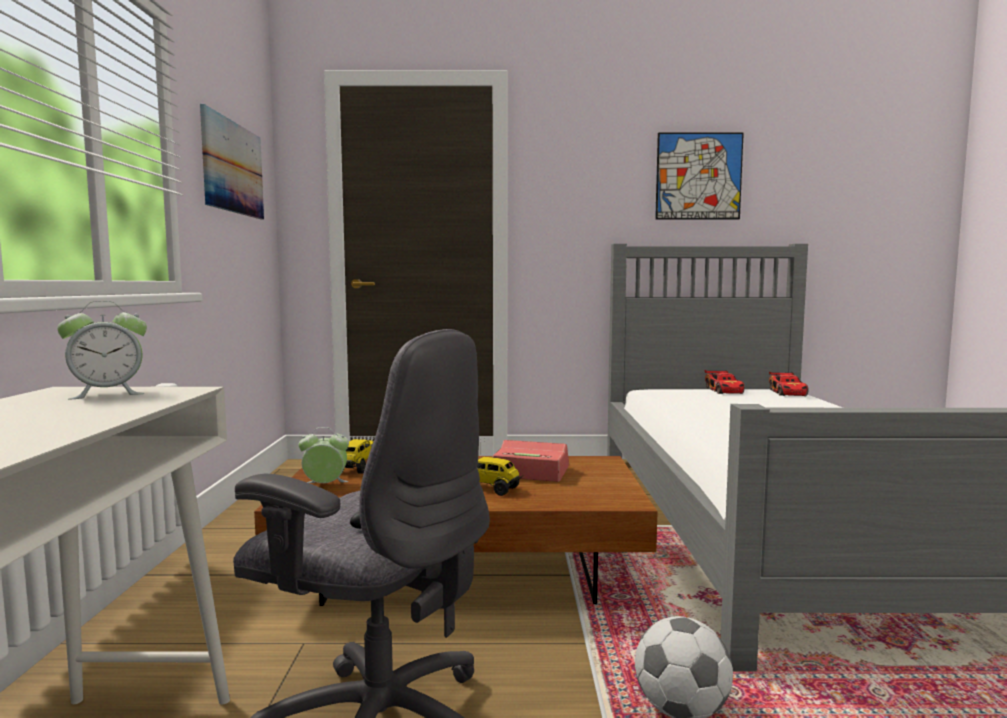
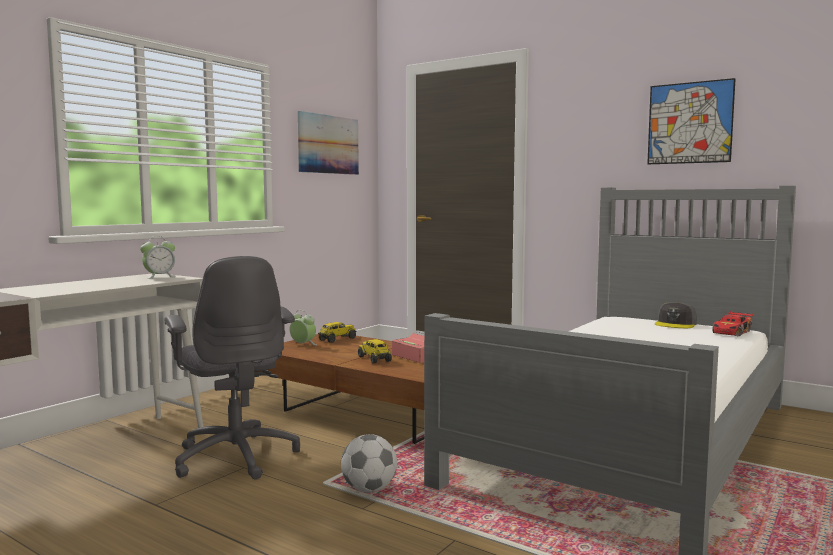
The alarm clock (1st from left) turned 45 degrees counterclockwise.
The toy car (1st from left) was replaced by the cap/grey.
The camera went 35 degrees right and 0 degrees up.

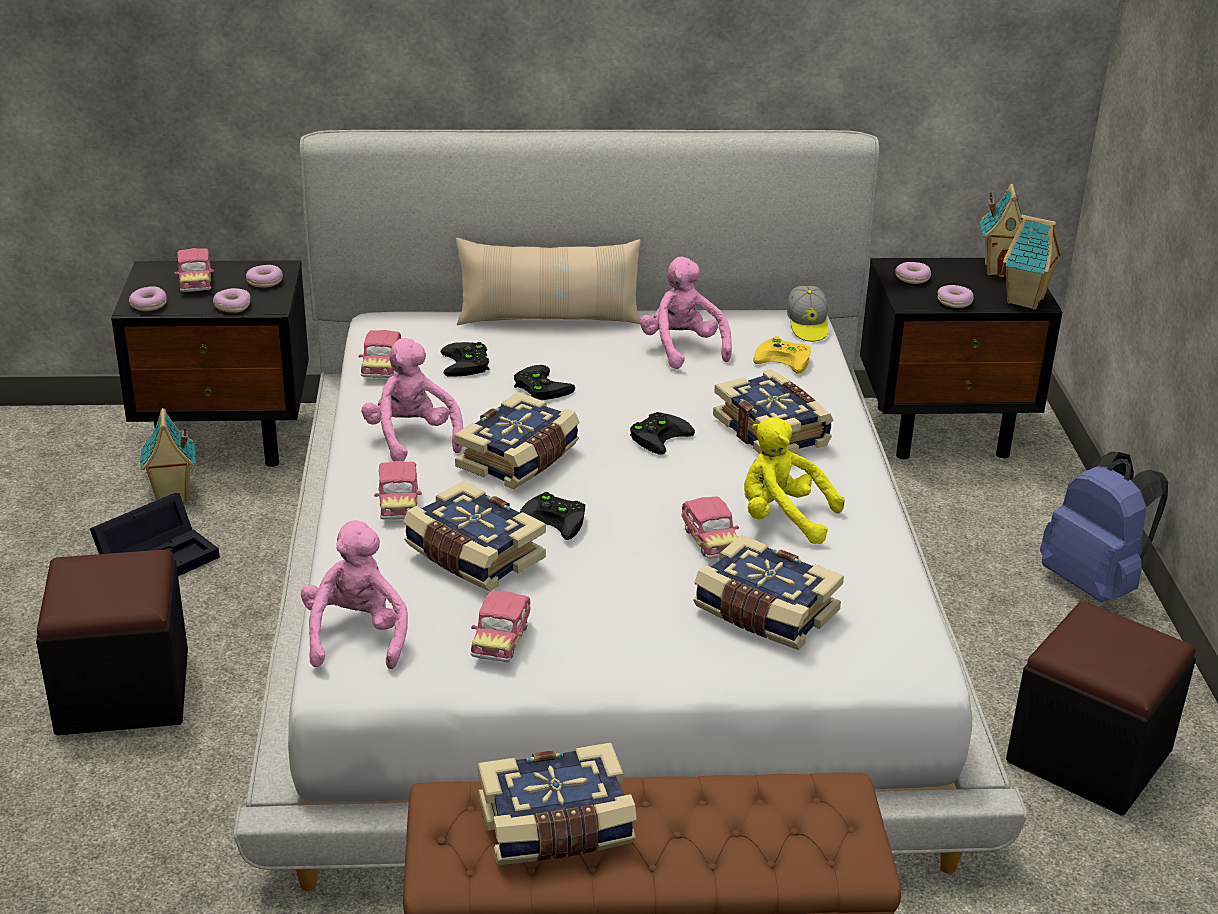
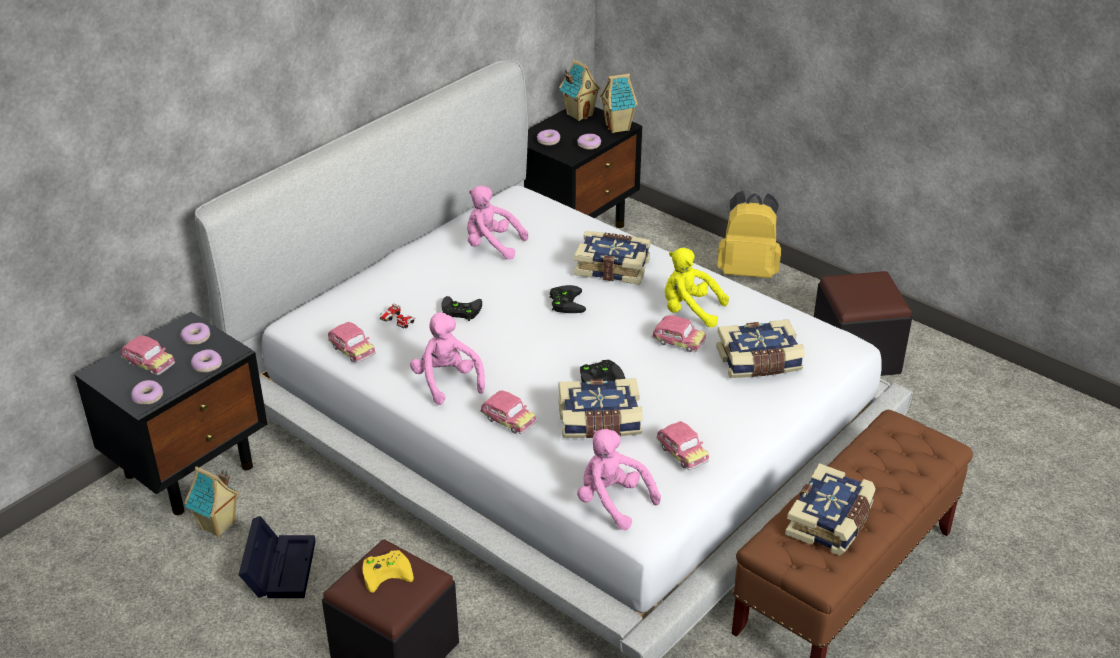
The plush toy/pink (2nd from left in the first image) turned 45 degrees clockwise.
The game controller/black (1st from left) was replaced by the toy car (3rd from left).
The book (2nd from left) disappeared.
The pillow/beige disappeared.
The plush toy/yellow turned 45 degrees clockwise.
The game controller/yellow moved.
The cap disappeared.
The backpack/blue became the backpack/yellow.
The camera went 45 degrees left and 5 degrees up.

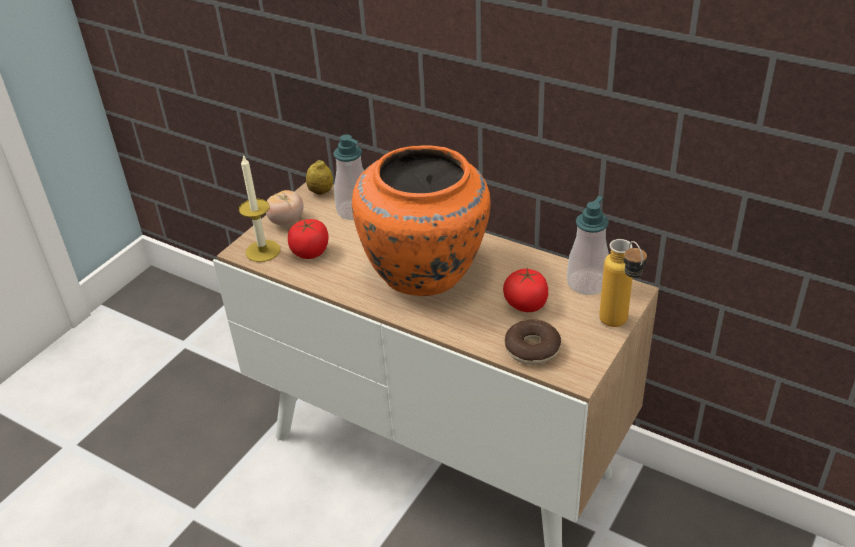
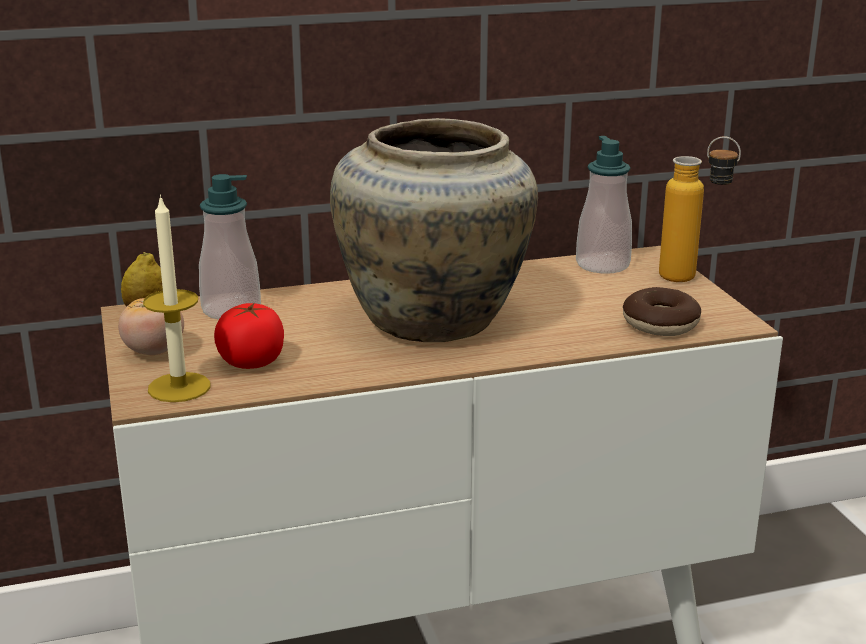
The vase/orange became the vase/beige.
The tomato (3rd from left) disappeared.
The camera went 50 degrees left and 15 degrees down.

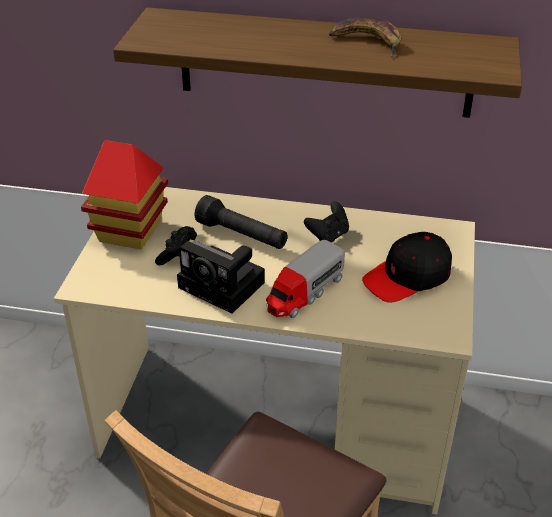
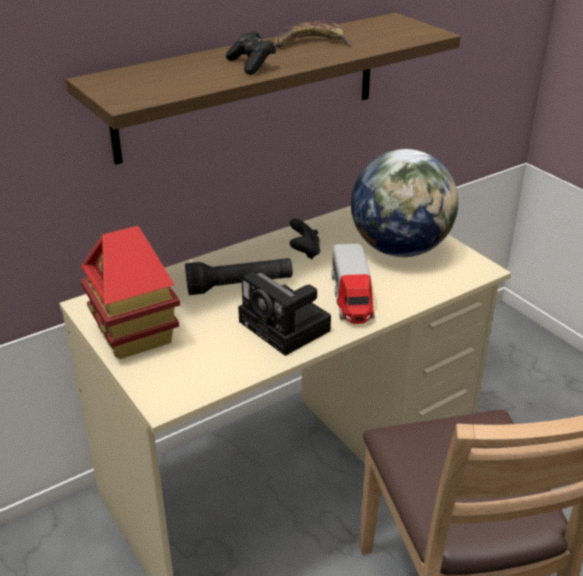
The game controller/black (1st from left) moved.
The photo camera turned 60 degrees clockwise.
The cap/black was replaced by the globe.
The camera went 45 degrees left and 5 degrees down.

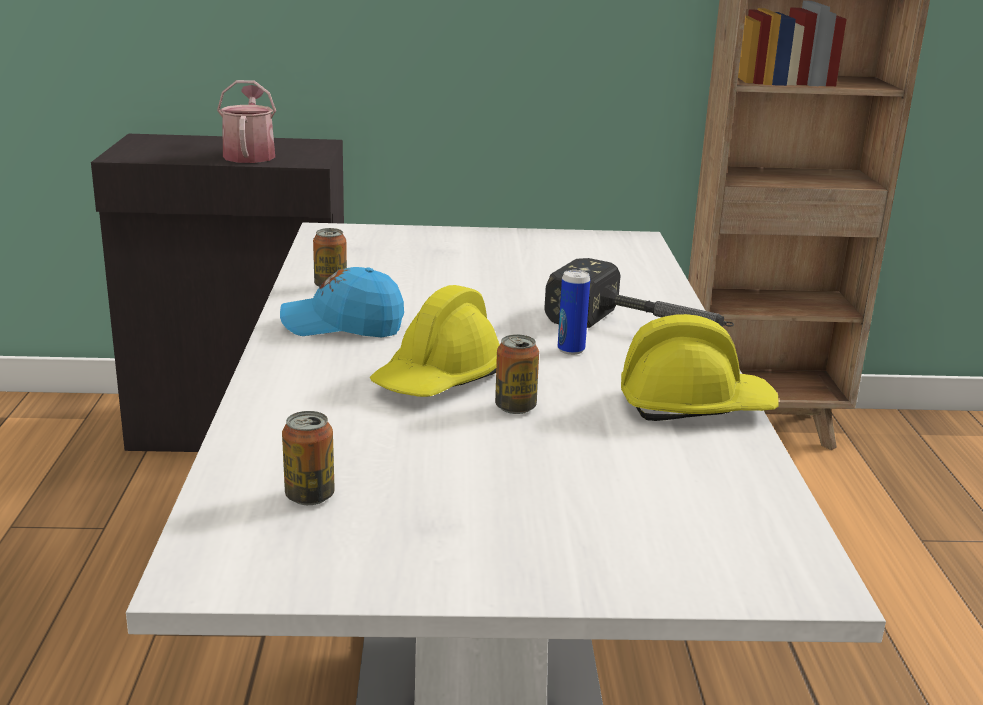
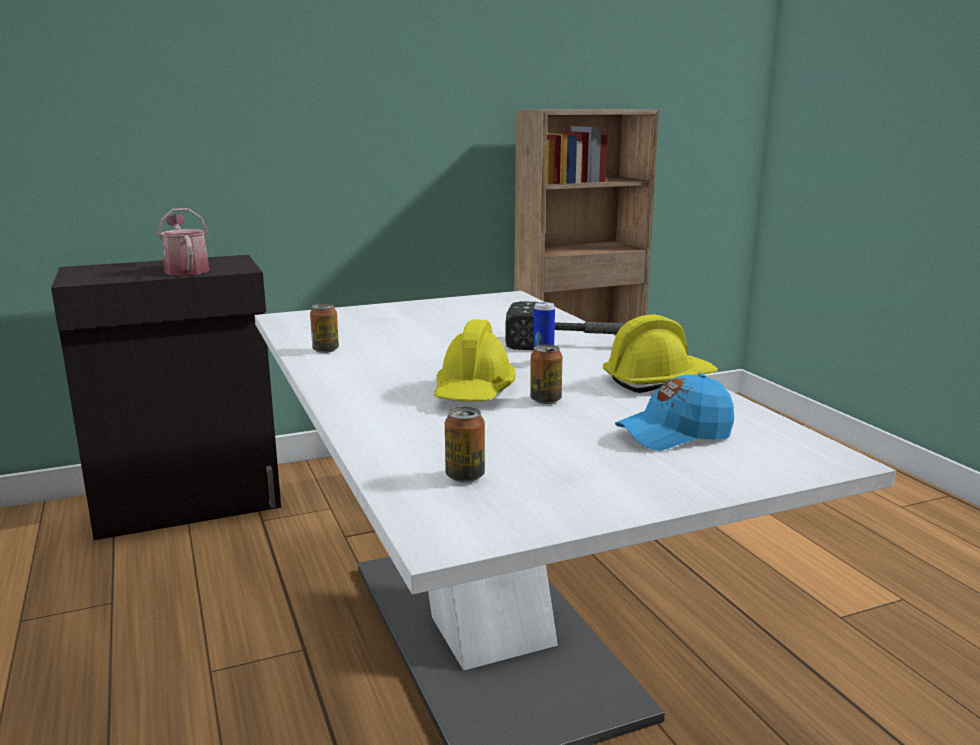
The cap/blue moved.
The camera went 20 degrees left and 5 degrees down.

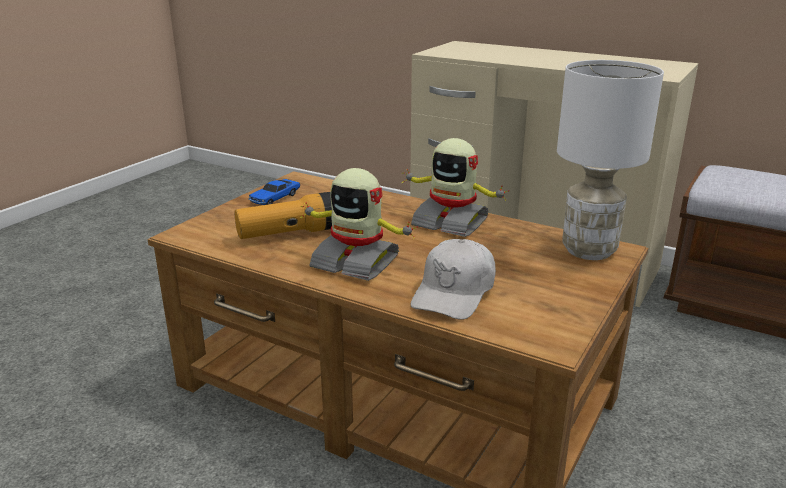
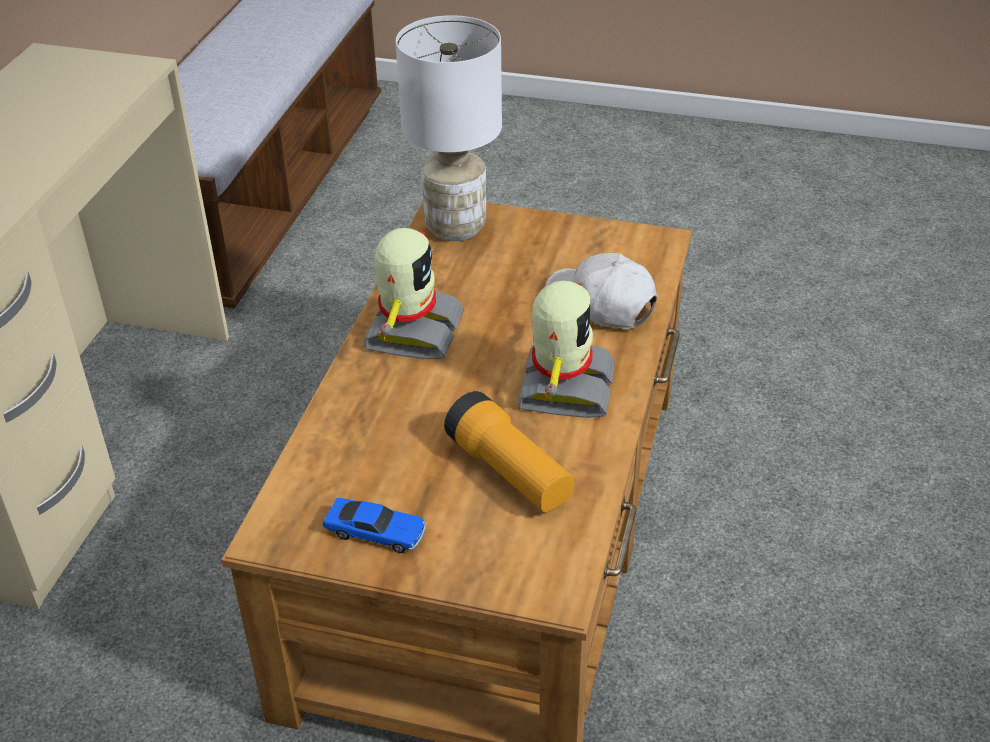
The cap/white turned 150 degrees counterclockwise.
The camera went 105 degrees left and 15 degrees up.

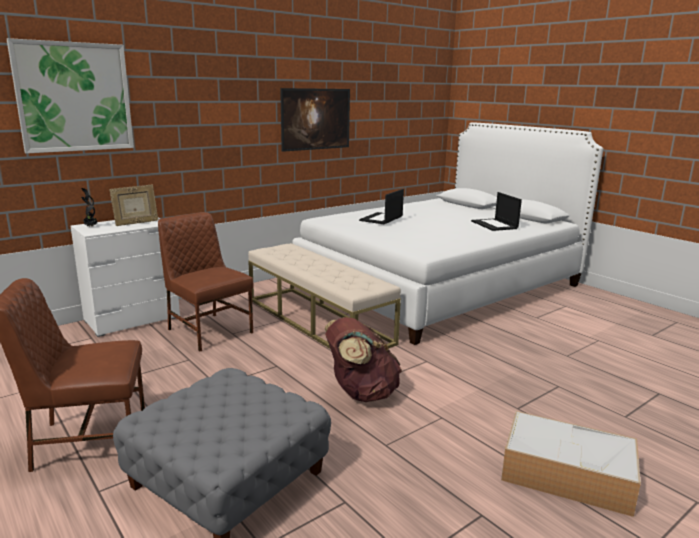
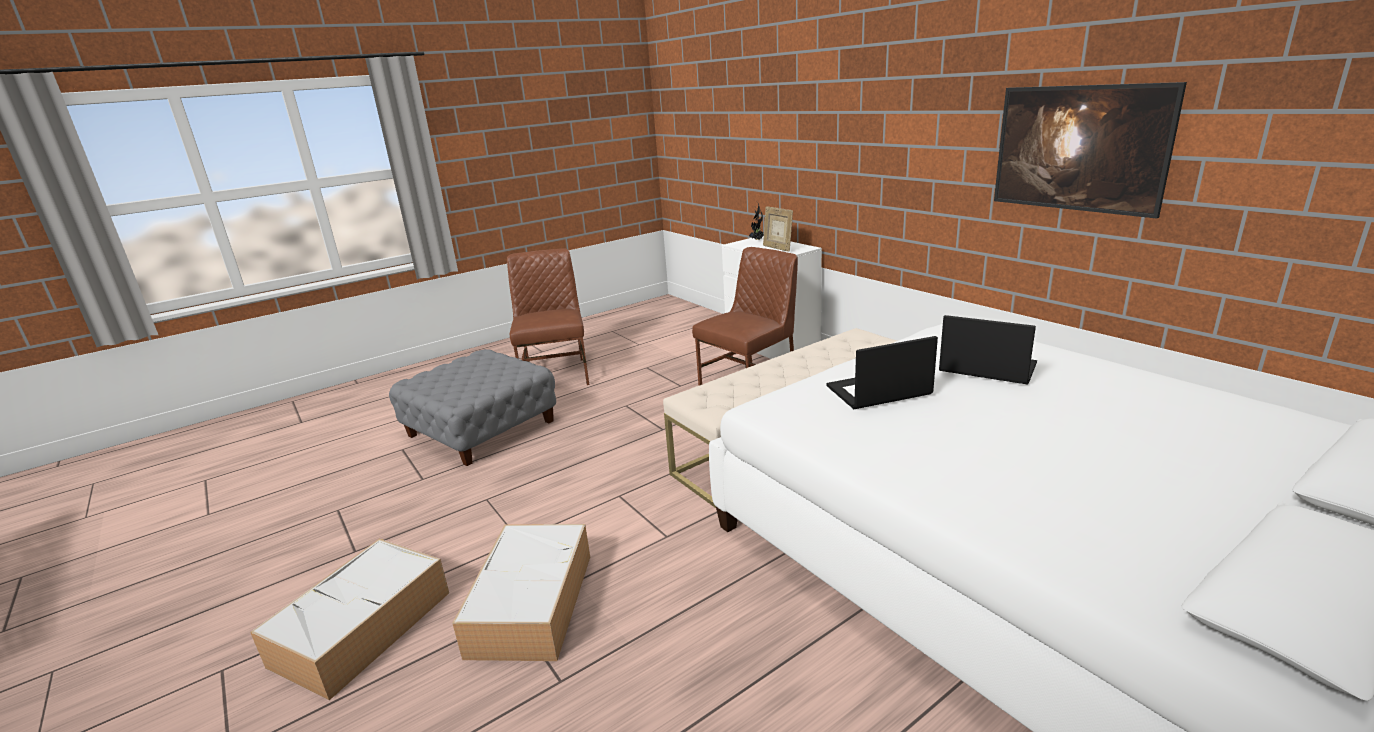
The picture (1st from left) disappeared.
The backpack/brown disappeared.
The laptop (2nd from left in the first image) moved.
The storage box (2nd from left) appeared.
The camera went 95 degrees right and 5 degrees up.

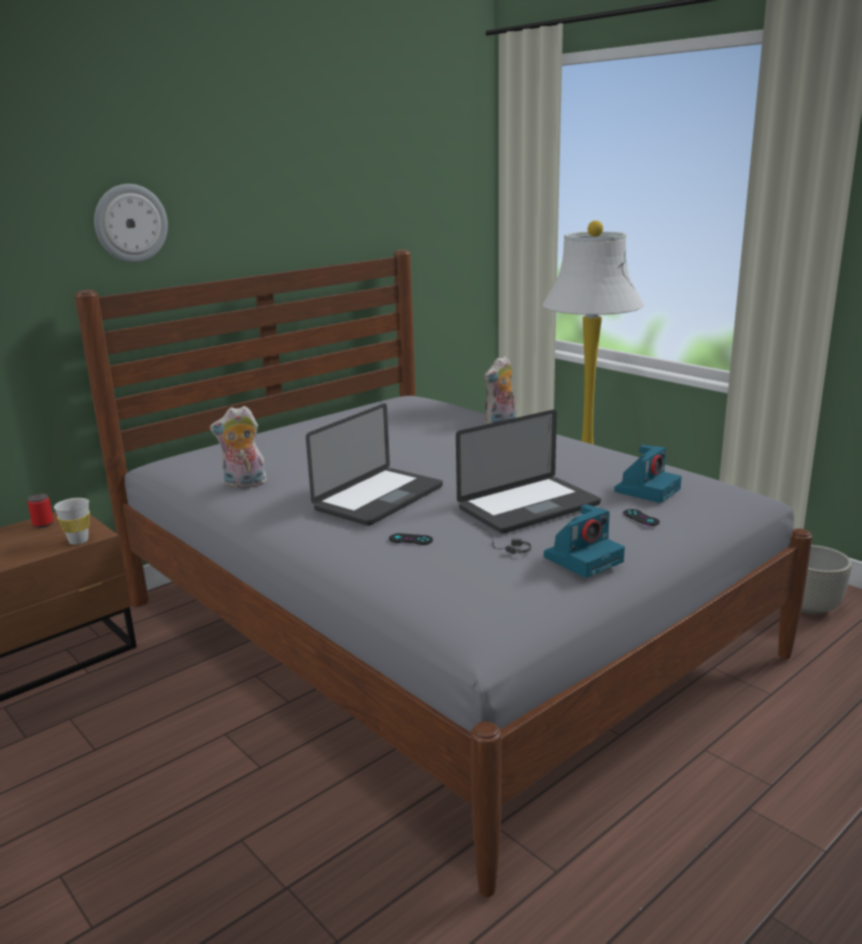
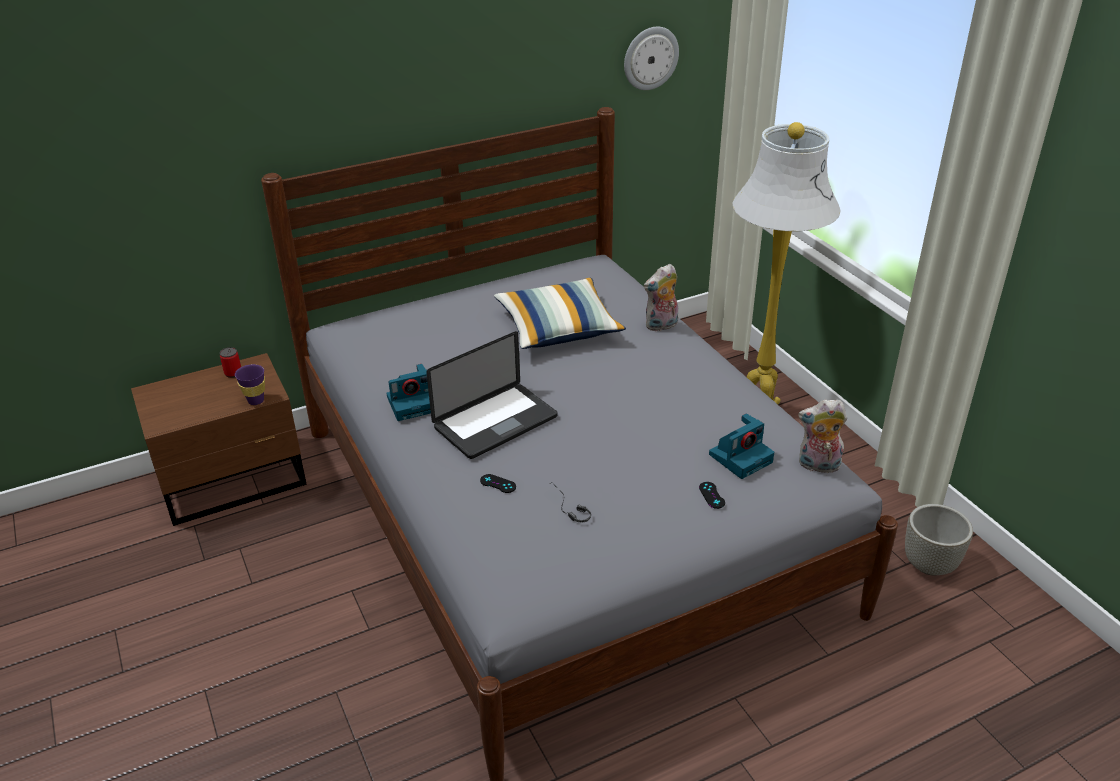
The cup/white became the cup/purple.
The wall clock moved.
The plush toy (1st from left in the first image) moved.
The laptop (2nd from left) disappeared.
The photo camera (1st from left) moved.
The pillow appeared.
The camera went 15 degrees right and 15 degrees up.

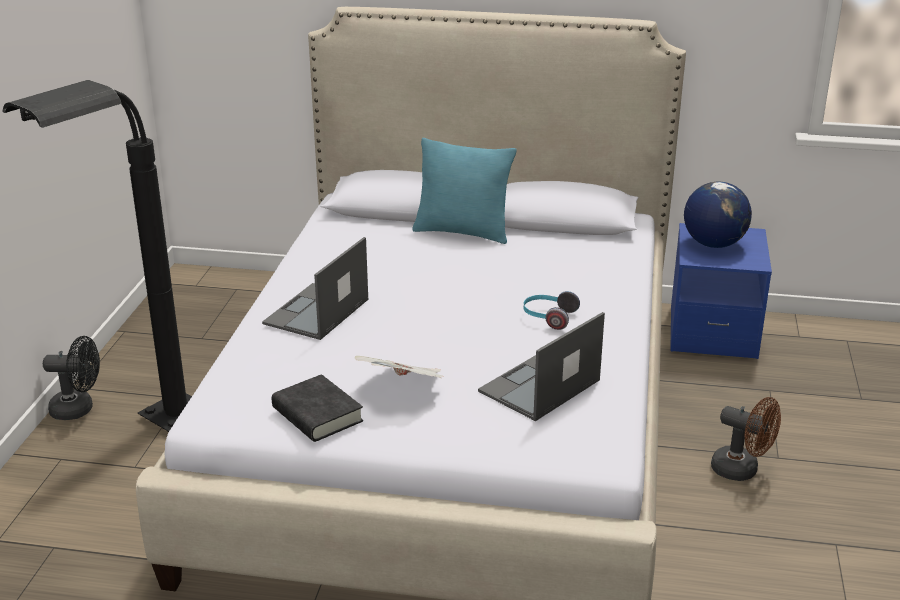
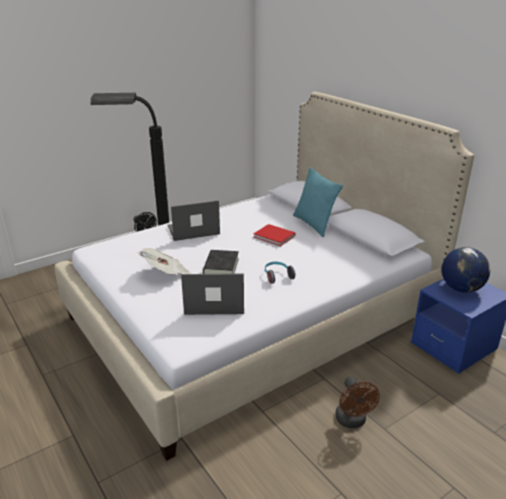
The book/black moved.
The book/red appeared.
The camera went 45 degrees right and 0 degrees up.

